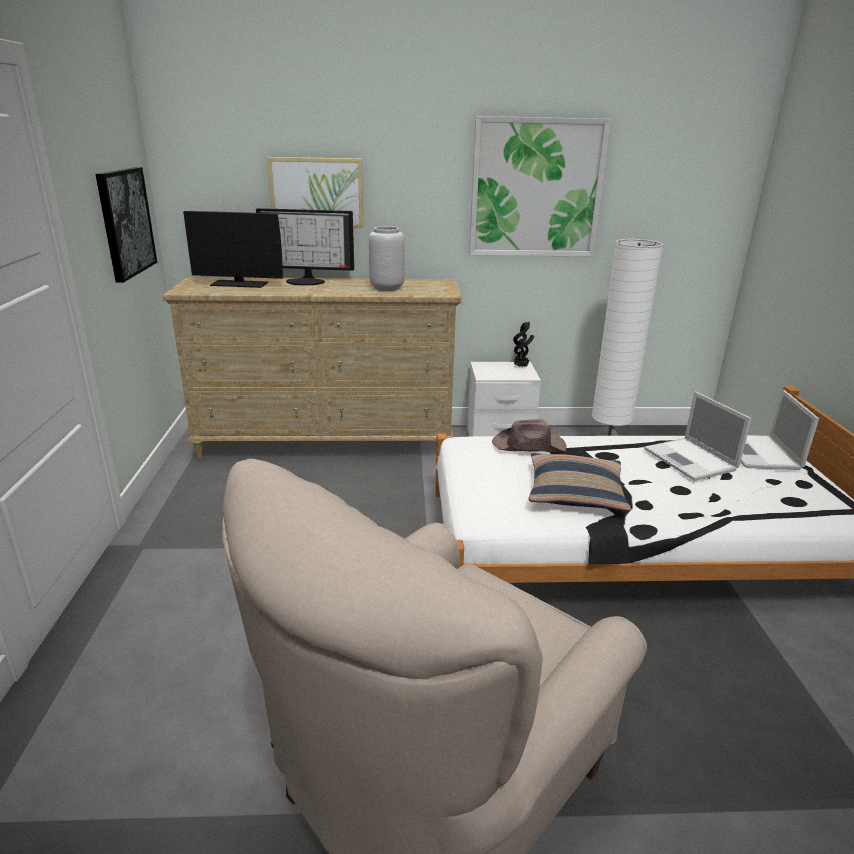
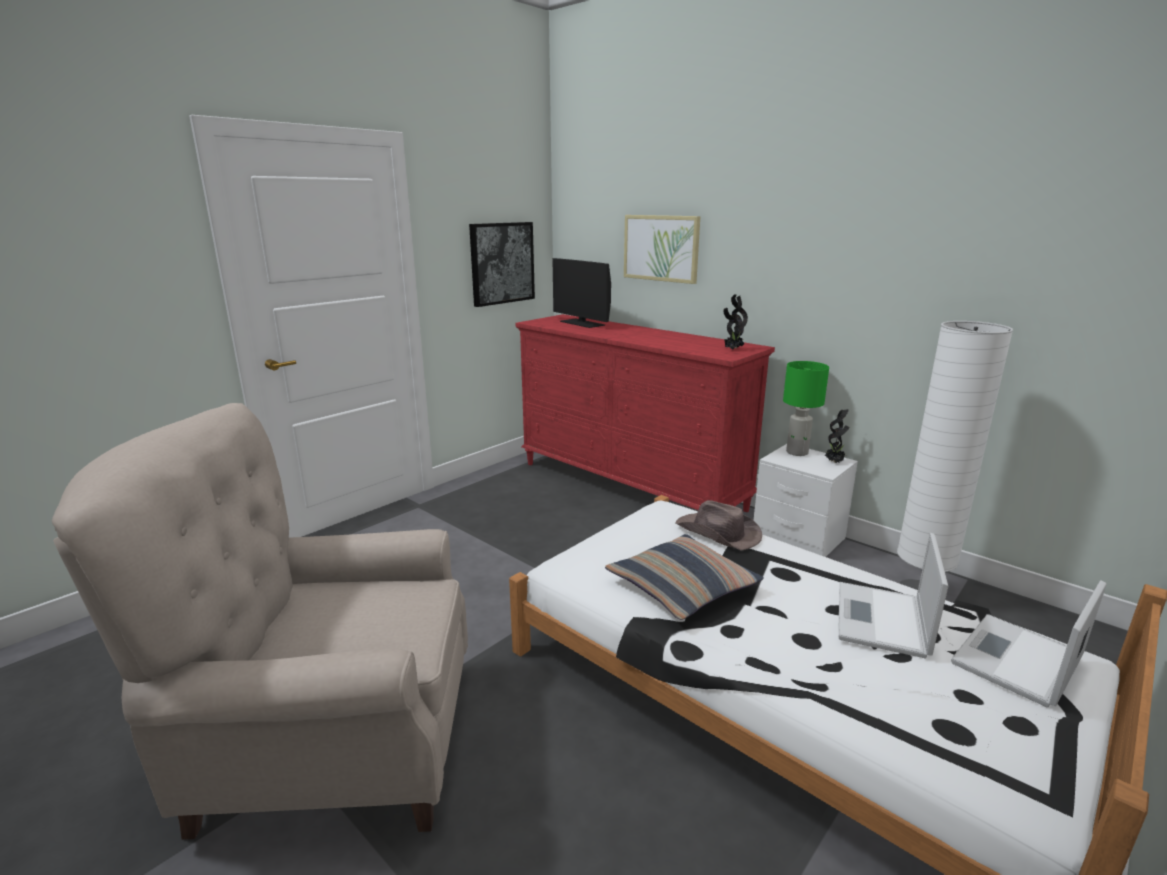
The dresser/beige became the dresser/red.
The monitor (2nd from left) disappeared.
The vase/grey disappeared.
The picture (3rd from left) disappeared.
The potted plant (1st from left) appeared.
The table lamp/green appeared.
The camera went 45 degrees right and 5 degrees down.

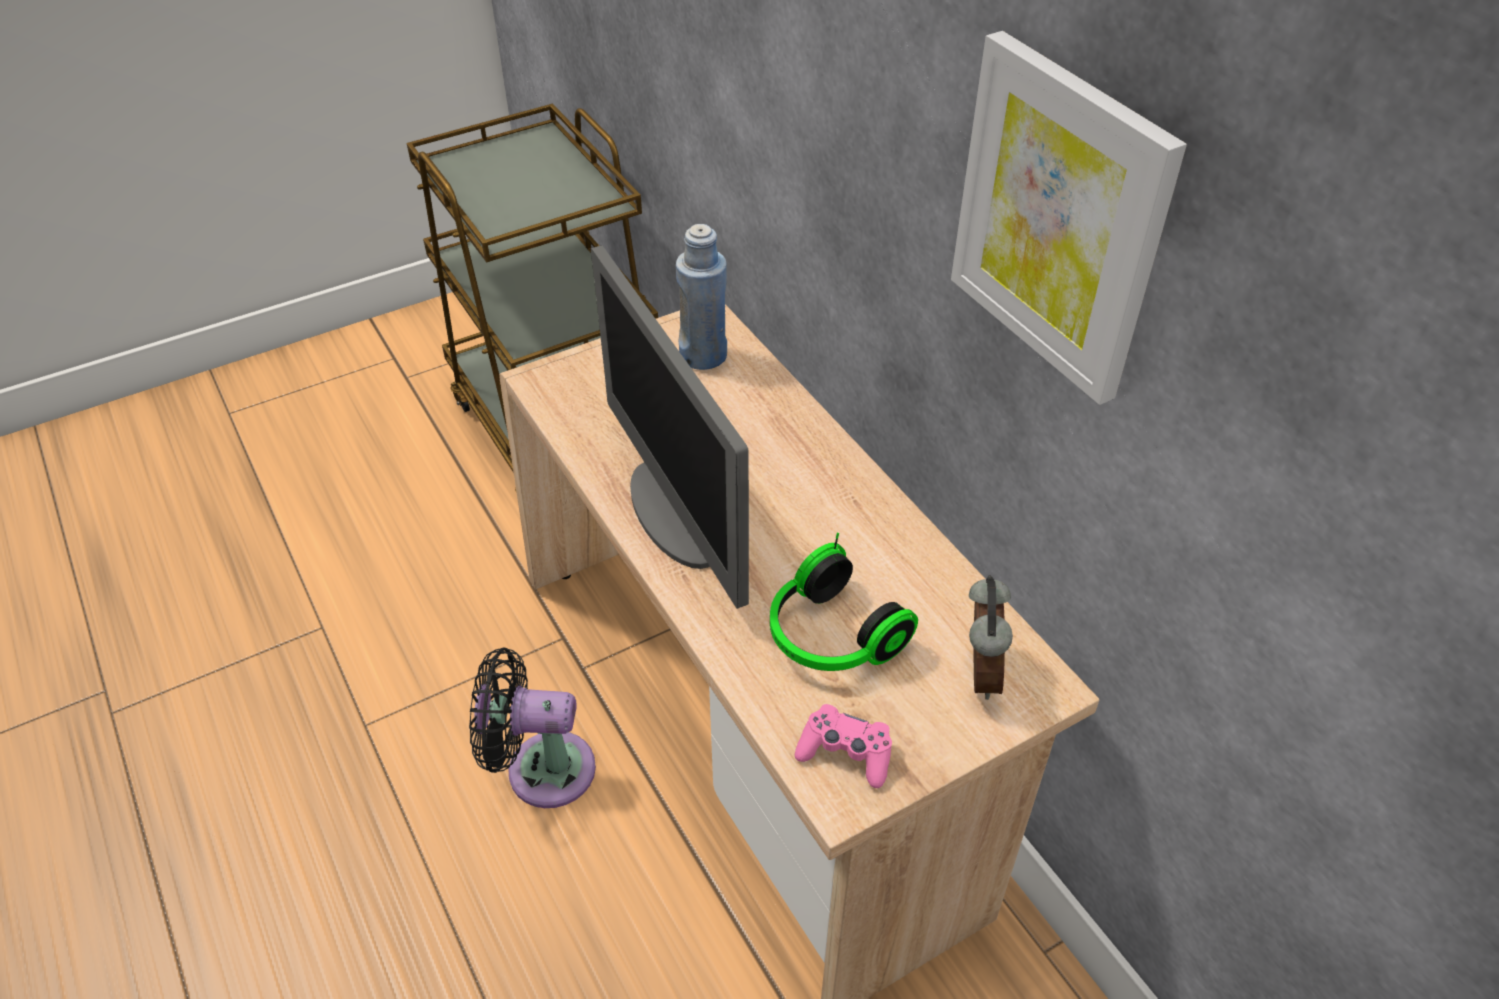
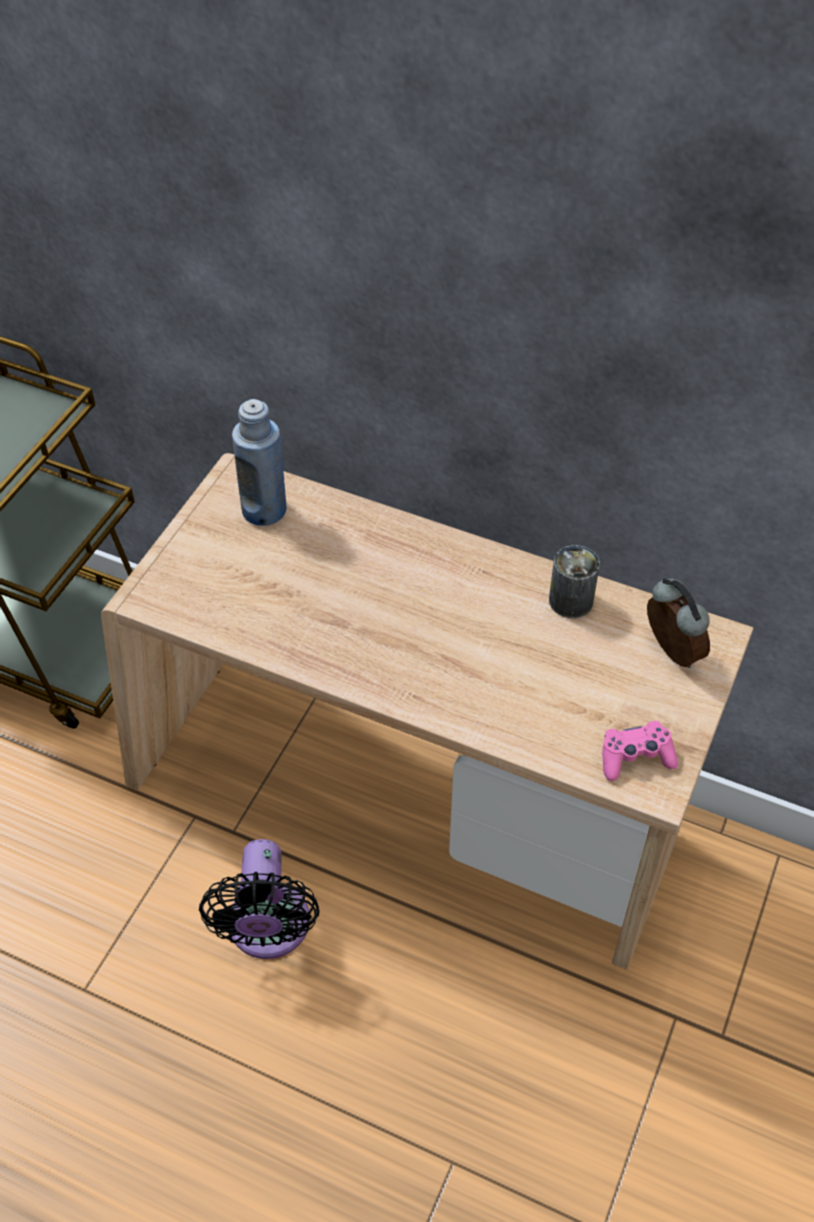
The fan/black turned 60 degrees counterclockwise.
The monitor disappeared.
The headphones disappeared.
The picture disappeared.
The can appeared.
The camera went 35 degrees left and 5 degrees up.

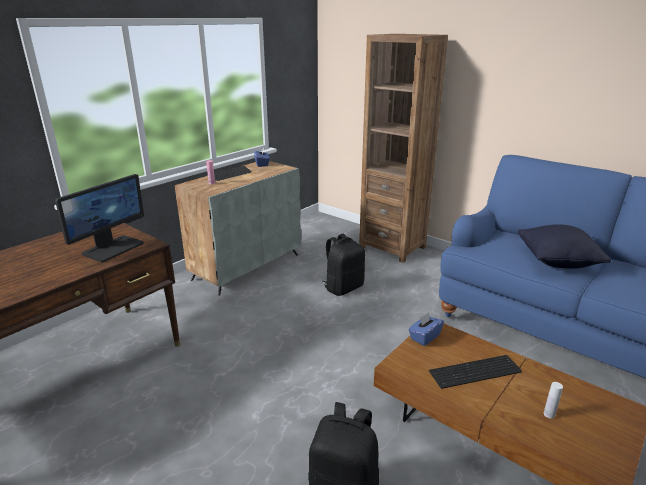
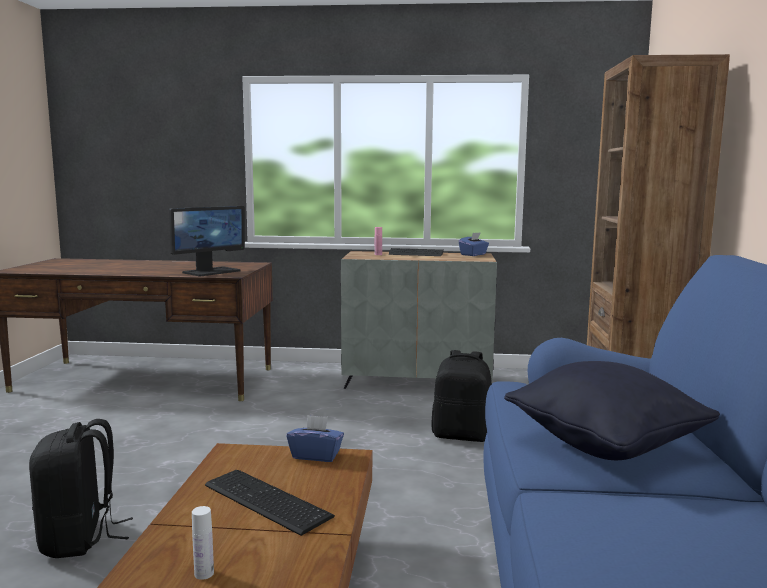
The monitor turned 45 degrees counterclockwise.
The camera went 55 degrees right and 15 degrees down.

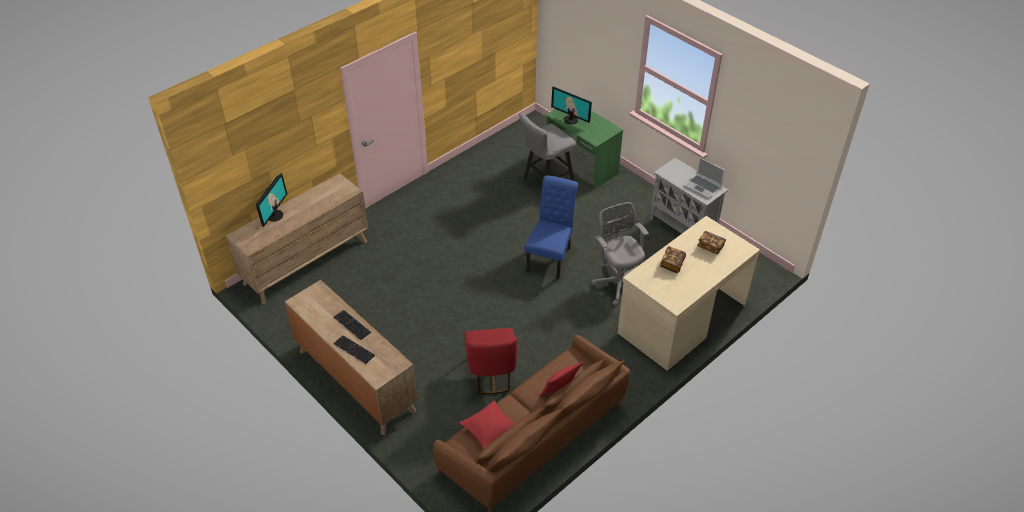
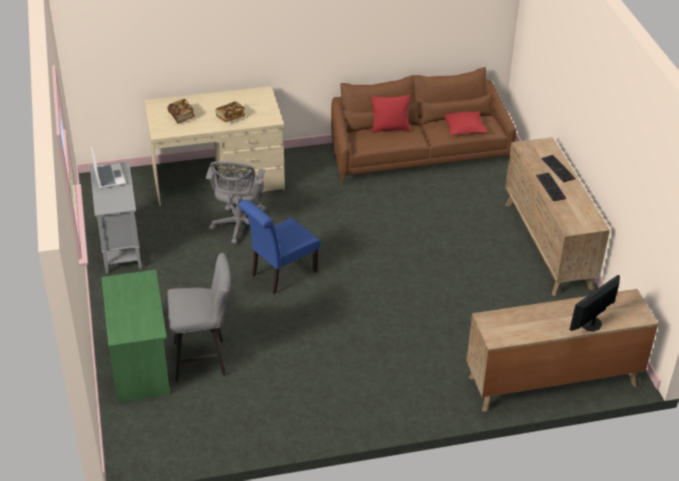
The chair/red disappeared.
The monitor (2nd from left) disappeared.
The camera went 150 degrees left and 5 degrees down.

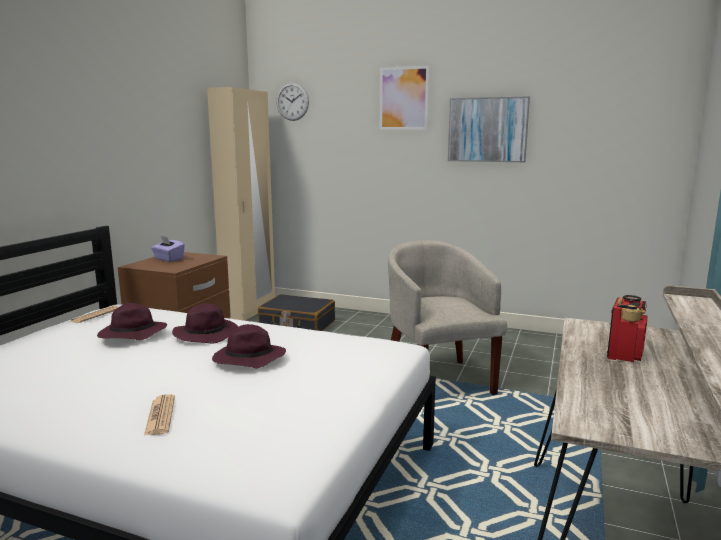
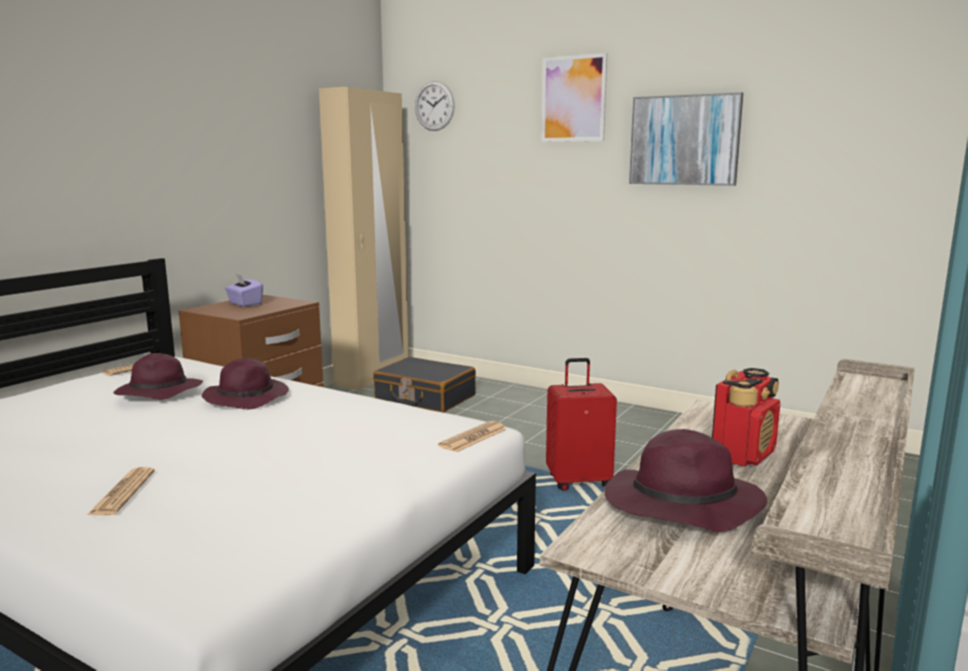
The hat/purple (3rd from left) moved.
The armchair/beige was replaced by the suitcase/red.
The newspaper (3rd from left) appeared.
The camera went 10 degrees right and 0 degrees up.

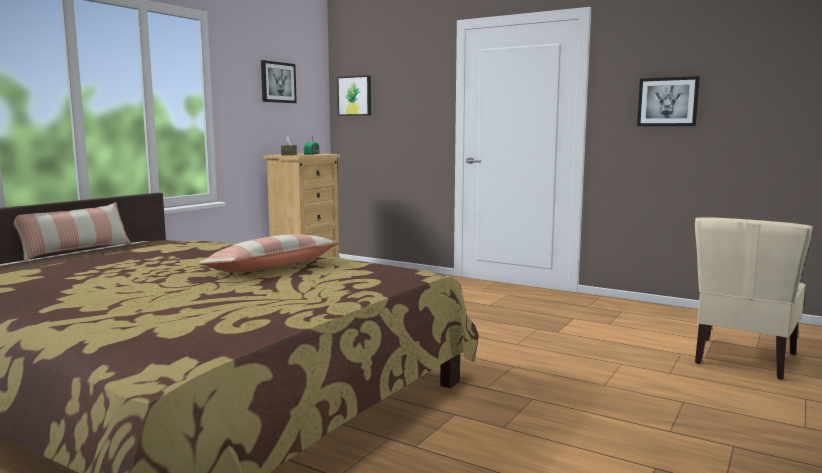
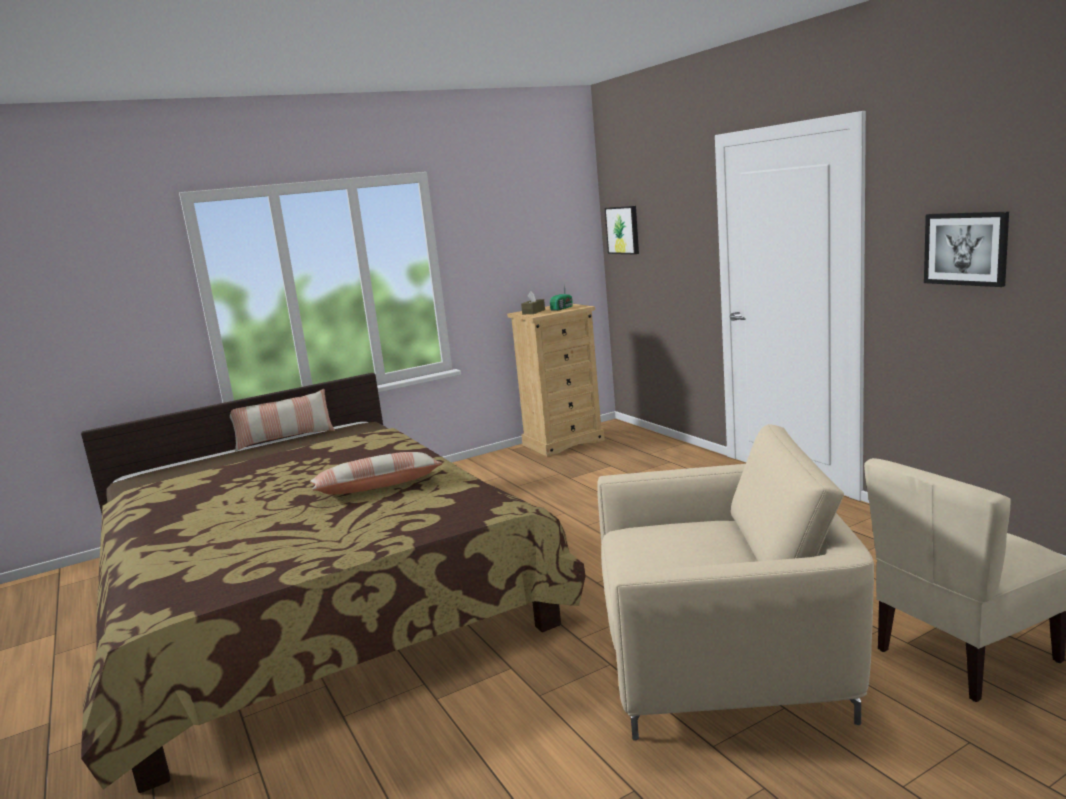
The picture (1st from left) disappeared.
The armchair/beige appeared.
The camera went 30 degrees right and 5 degrees up.

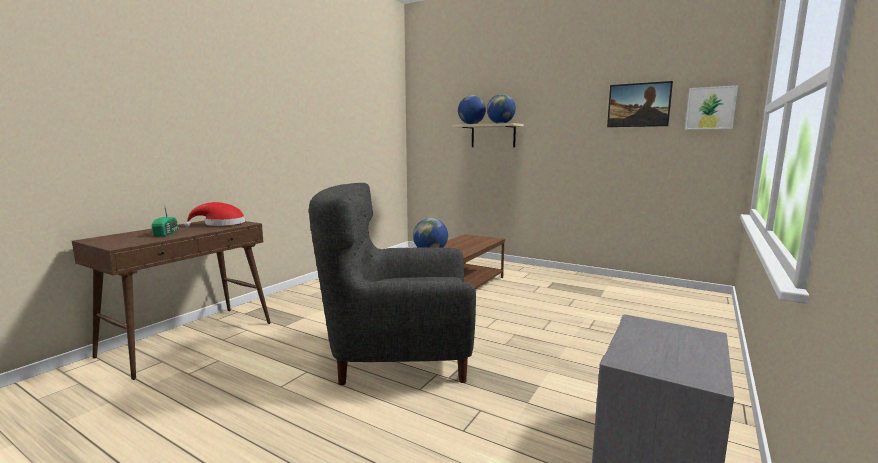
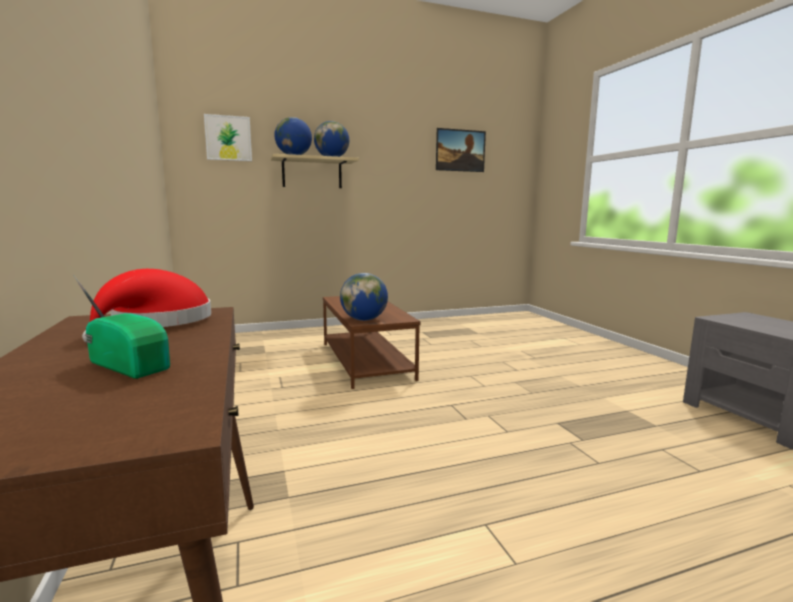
The armchair/grey disappeared.
The picture (2nd from left in the first image) moved.
The camera went 50 degrees left and 0 degrees up.

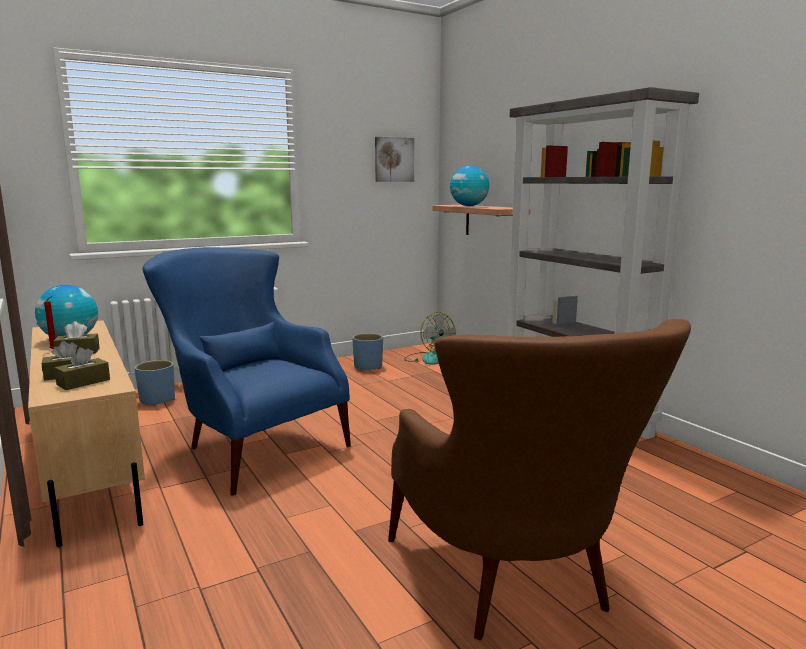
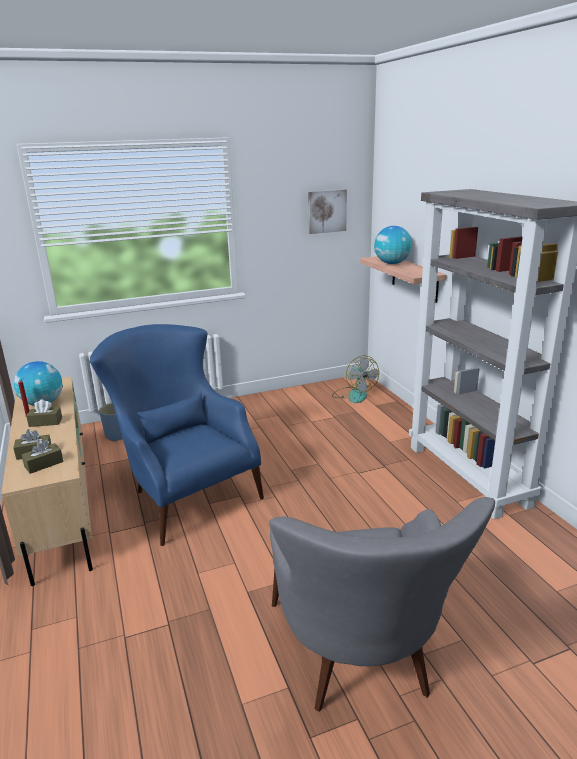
The planter/blue (2nd from left) disappeared.
The armchair/brown became the armchair/grey.
The camera went 10 degrees right and 10 degrees up.

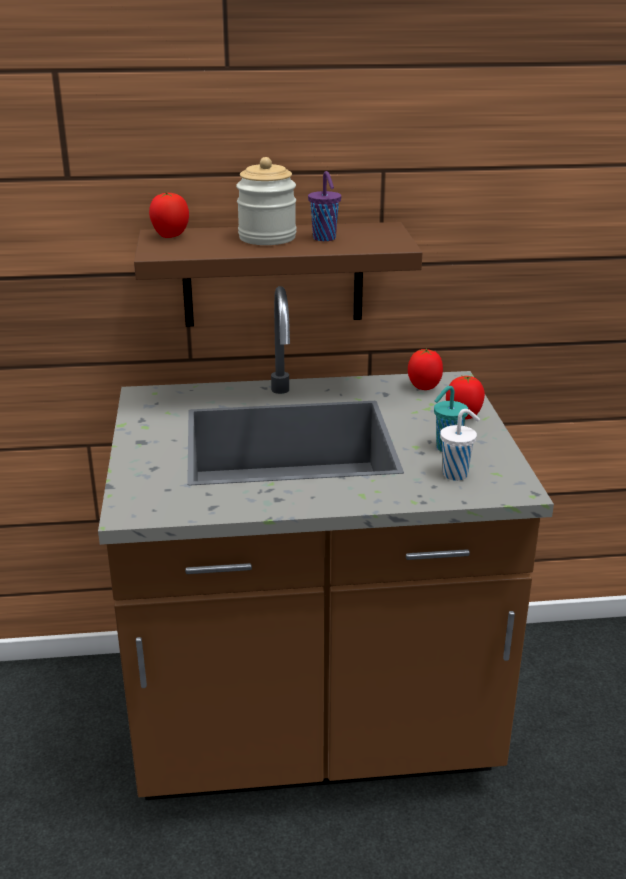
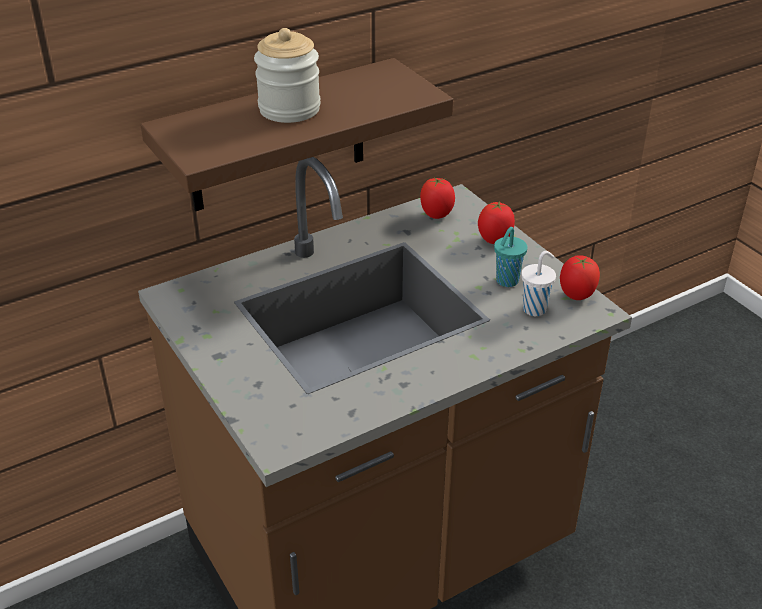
The tomato (1st from left in the first image) moved.
The cup/purple disappeared.
The camera went 25 degrees left and 10 degrees up.

